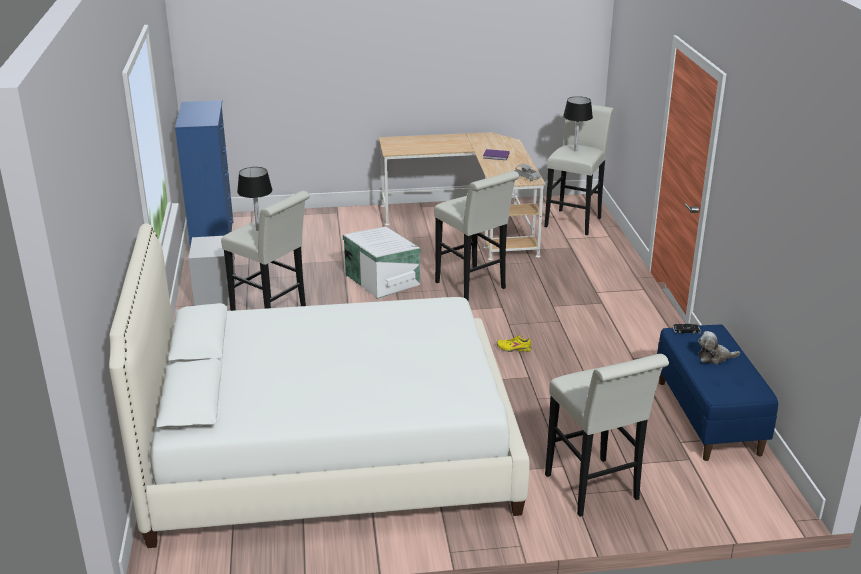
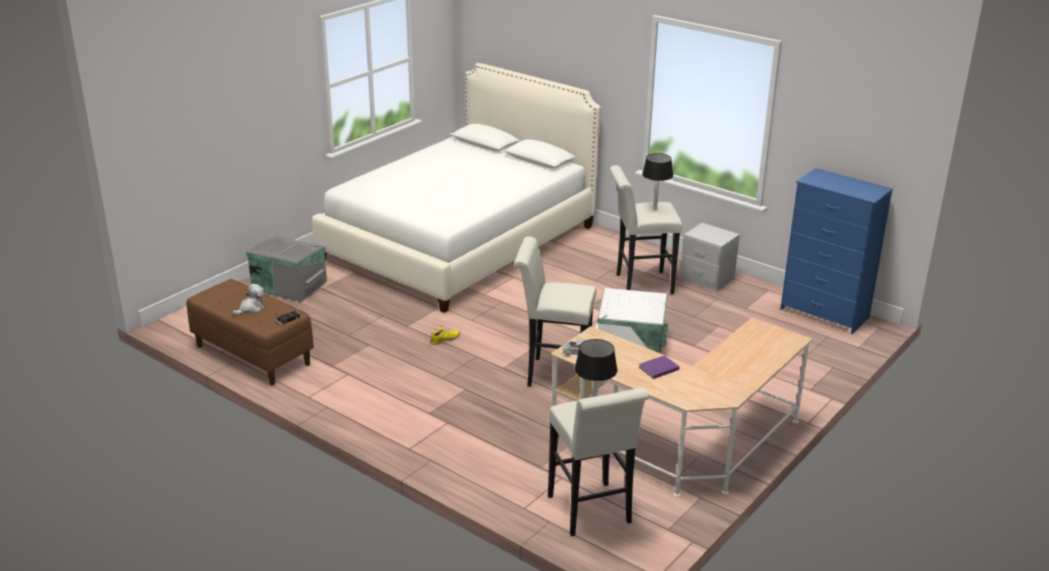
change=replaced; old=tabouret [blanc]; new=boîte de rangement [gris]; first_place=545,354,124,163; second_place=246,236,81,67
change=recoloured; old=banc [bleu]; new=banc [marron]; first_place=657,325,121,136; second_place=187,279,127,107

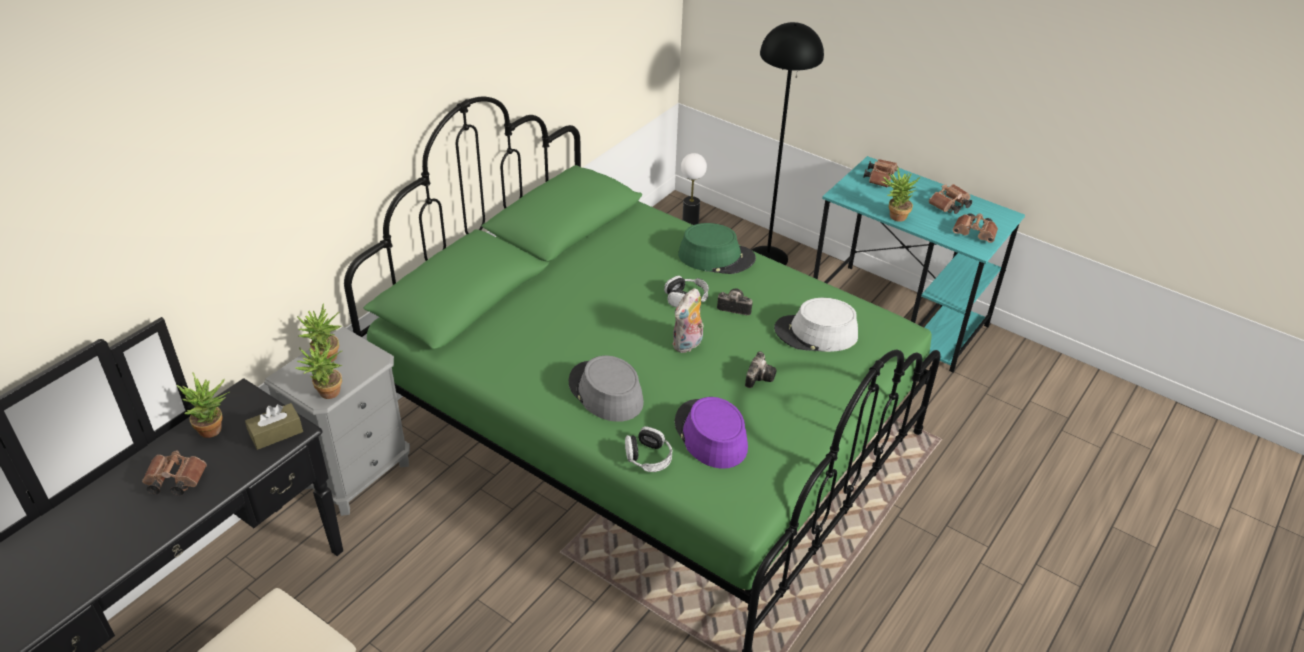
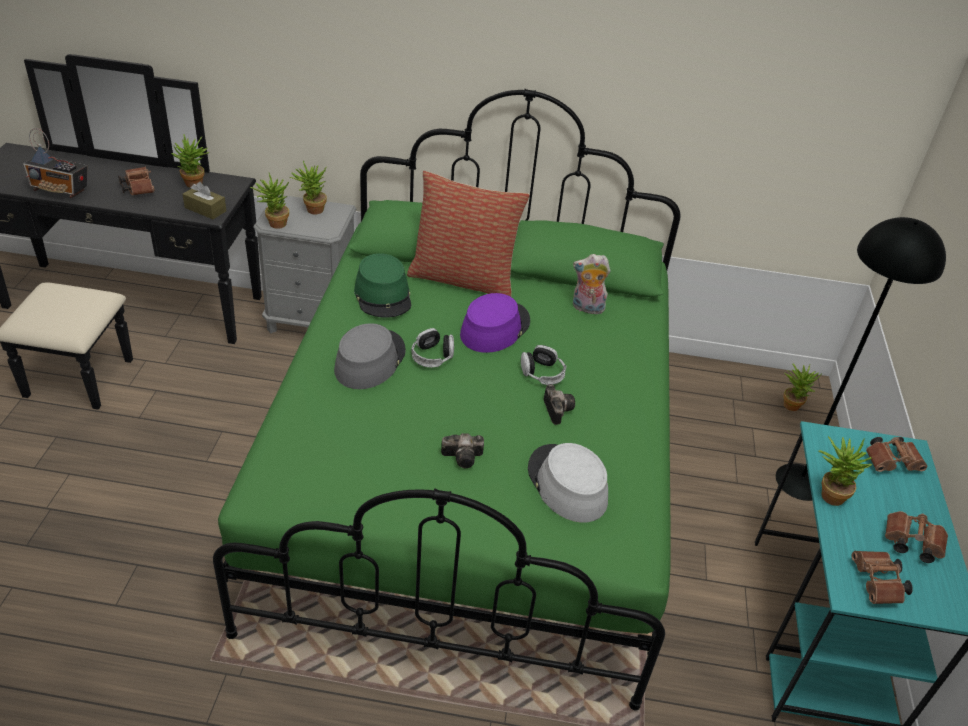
change=moved; old=casque audio; first_place=625,426,47,46; second_place=411,328,43,40
change=moved; old=peluche; first_place=672,288,32,65; second_place=573,254,37,60
change=moved; old=chapeau [violet]; first_place=674,397,74,72; second_place=460,293,70,60
change=moved; old=chapeau [vert]; first_place=678,223,78,51; second_place=354,253,57,65
change=replaced; old=lampe de table; new=plante en pot; first_place=681,153,26,72; second_place=783,363,39,48
change=added; new=radio; second_place=23,128,64,70
change=added; new=coussin; second_place=407,171,123,126

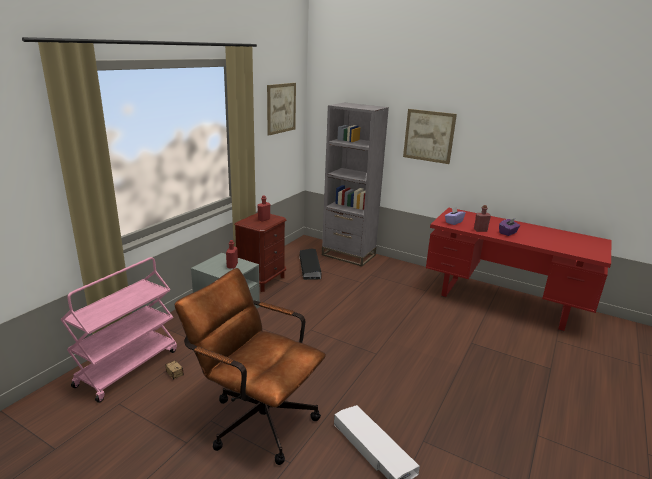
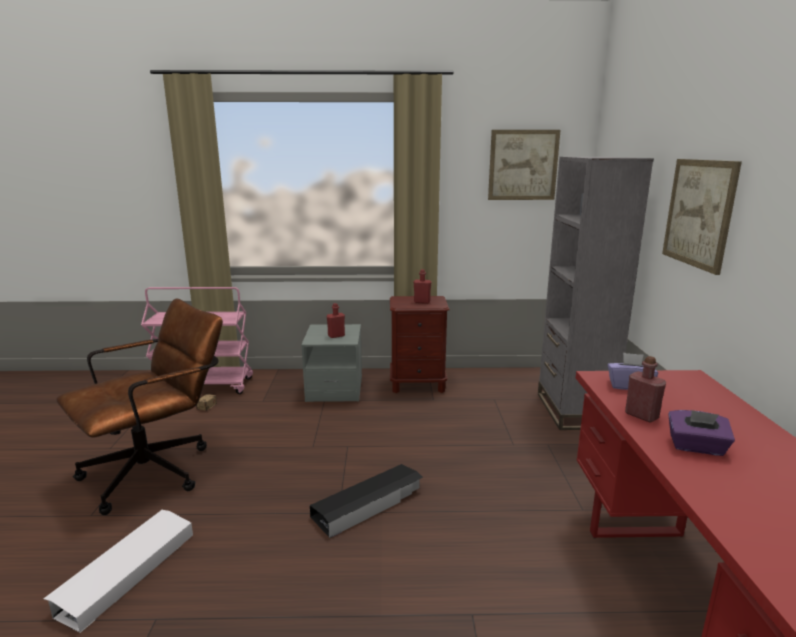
change=turned; old=chaise de bureau [marron]; first_place=175,268,151,197; second_place=56,298,167,217; degrees=45
change=moved; old=boîte de rangement [noir]; first_place=299,249,22,31; second_place=310,464,113,74

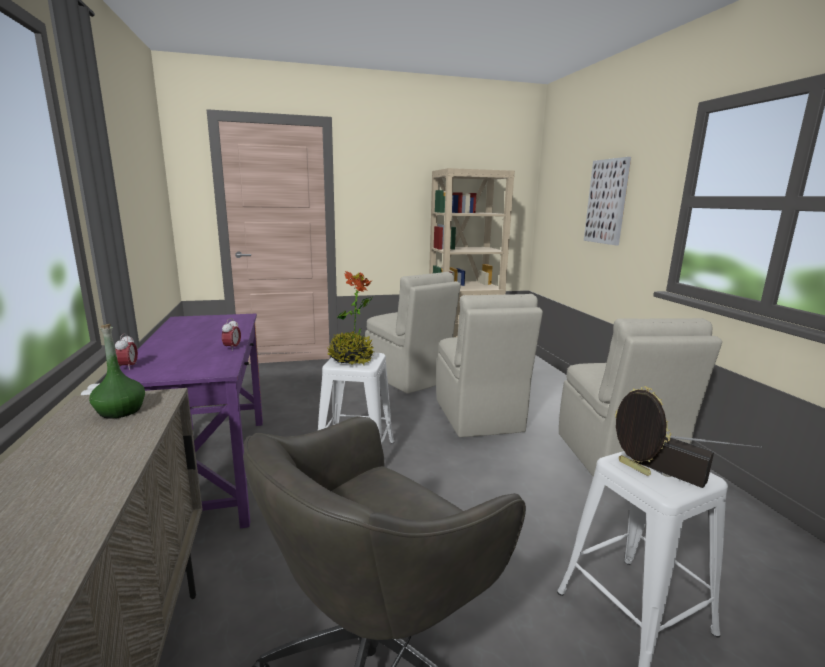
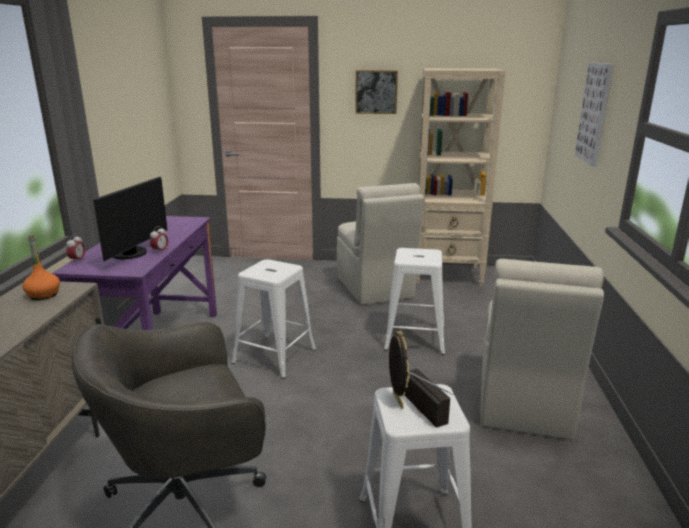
change=recoloured; old=bouteille [vert]; new=bouteille [orange]; first_place=89,324,56,95; second_place=23,235,37,65
change=removed; old=plante en pot; first_place=328,271,46,94
change=replaced; old=chaise [beige]; new=tabouret [blanc]; first_place=436,294,107,143; second_place=384,248,61,107
change=added; new=écran d'ordinateur; second_place=93,177,75,84
change=added; new=tableau; second_place=355,70,43,44

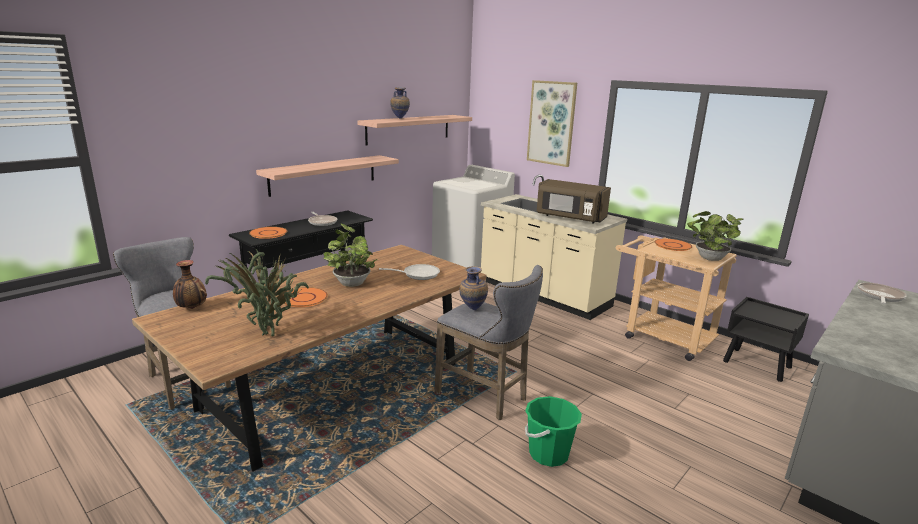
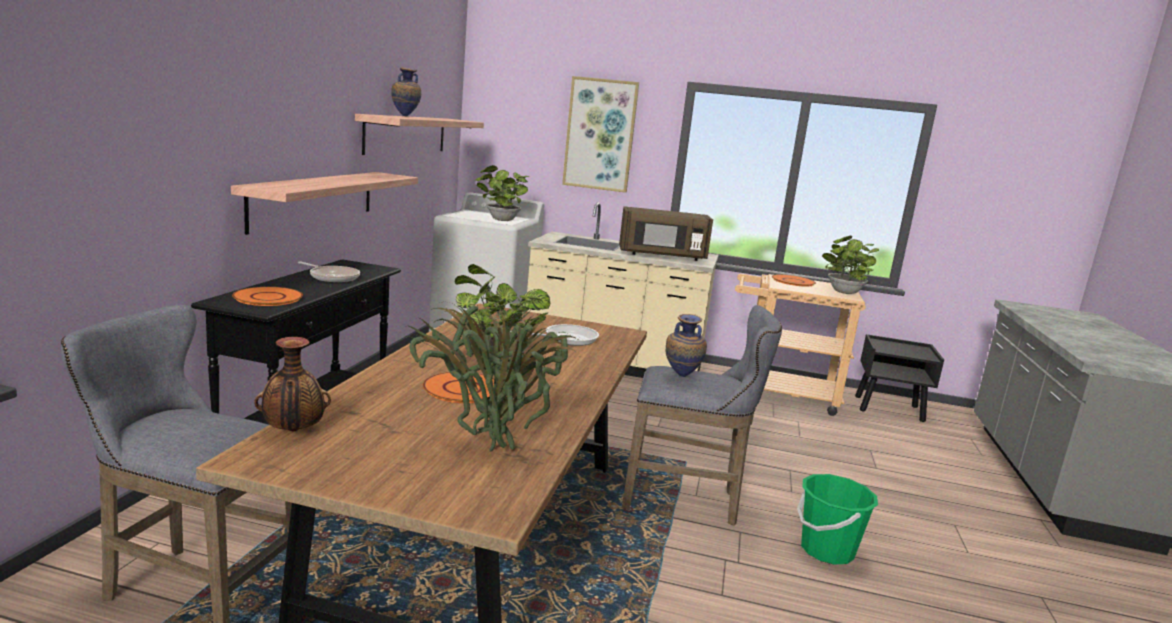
change=removed; old=poêle; first_place=857,283,50,21
change=added; new=plante en pot; second_place=476,165,53,56

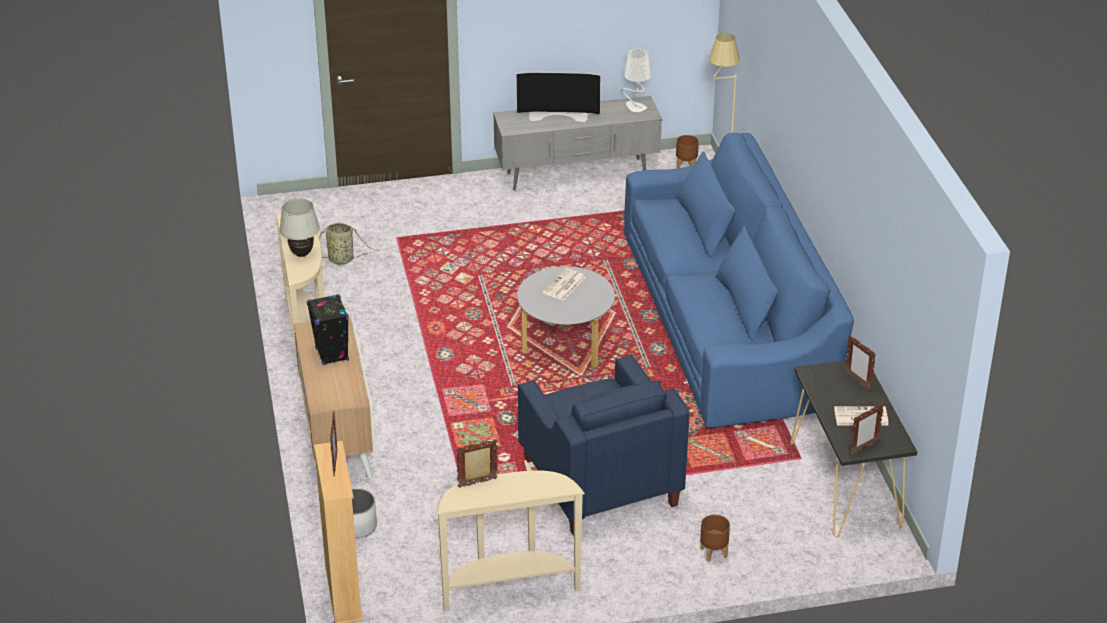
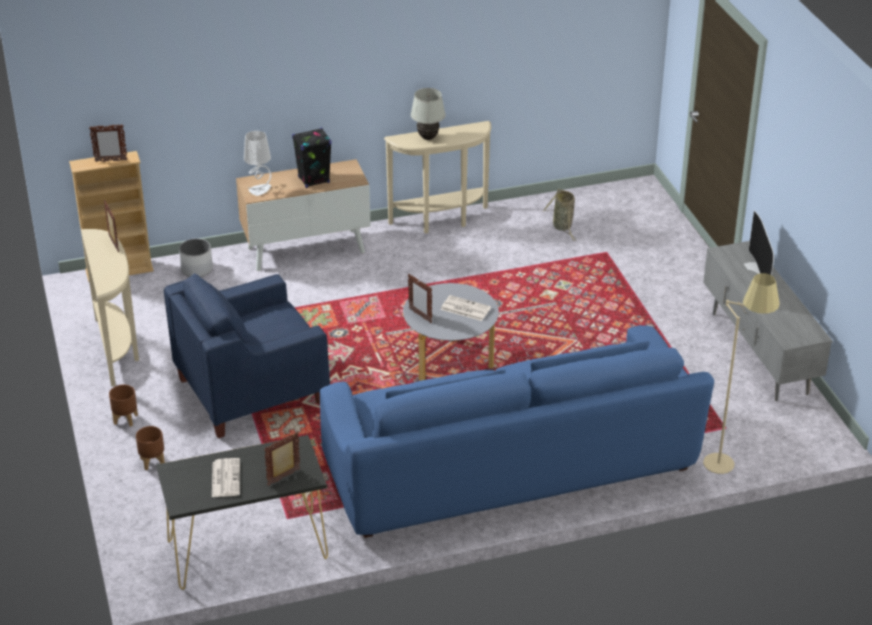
change=moved; old=lampe de table [blanc]; first_place=621,49,30,63; second_place=244,131,27,65
change=moved; old=cache-pot [marron]; first_place=676,135,23,33; second_place=109,385,29,42
change=moved; old=cadre photo; first_place=850,402,34,54; second_place=408,274,24,49

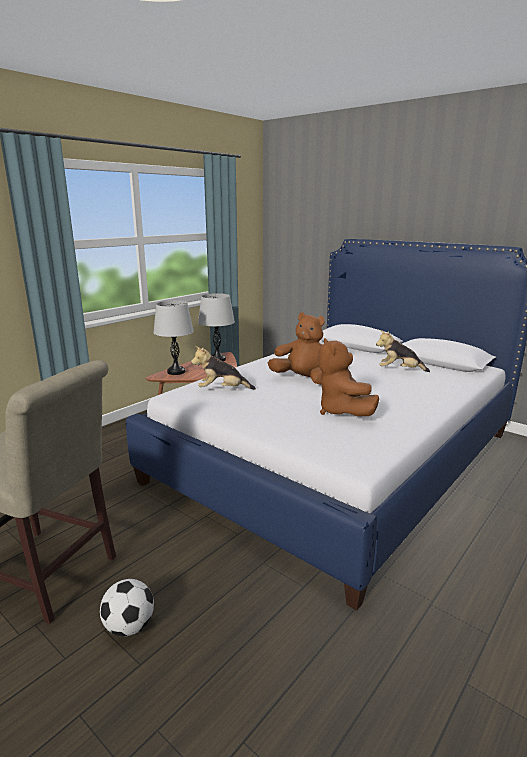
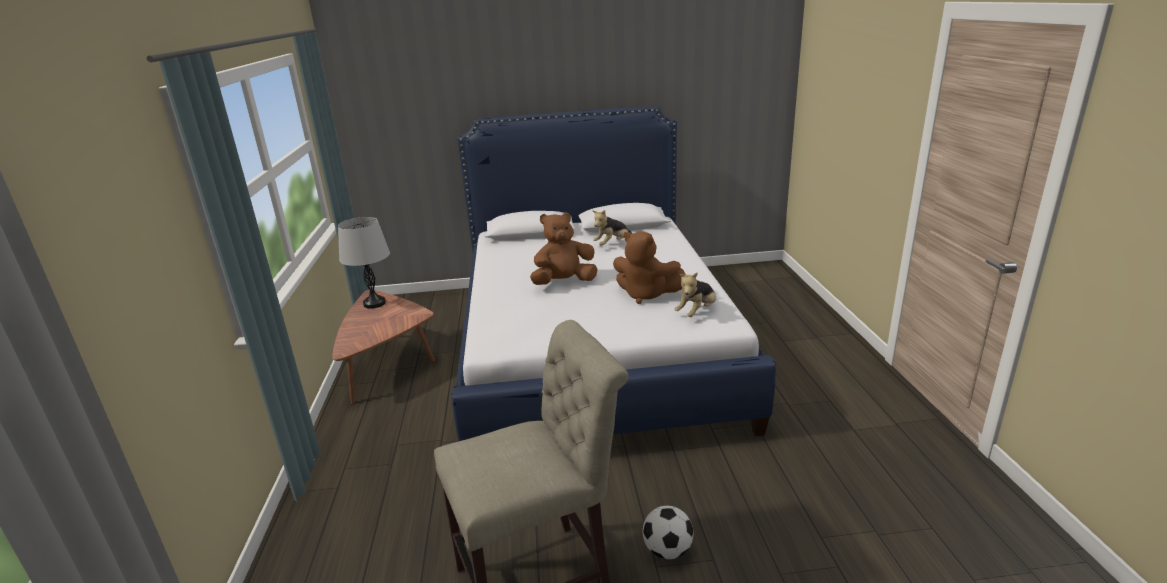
change=removed; old=lampe de table [gris]; first_place=153,301,41,74
change=moved; old=peluche; first_place=191,346,65,44; second_place=674,273,42,44

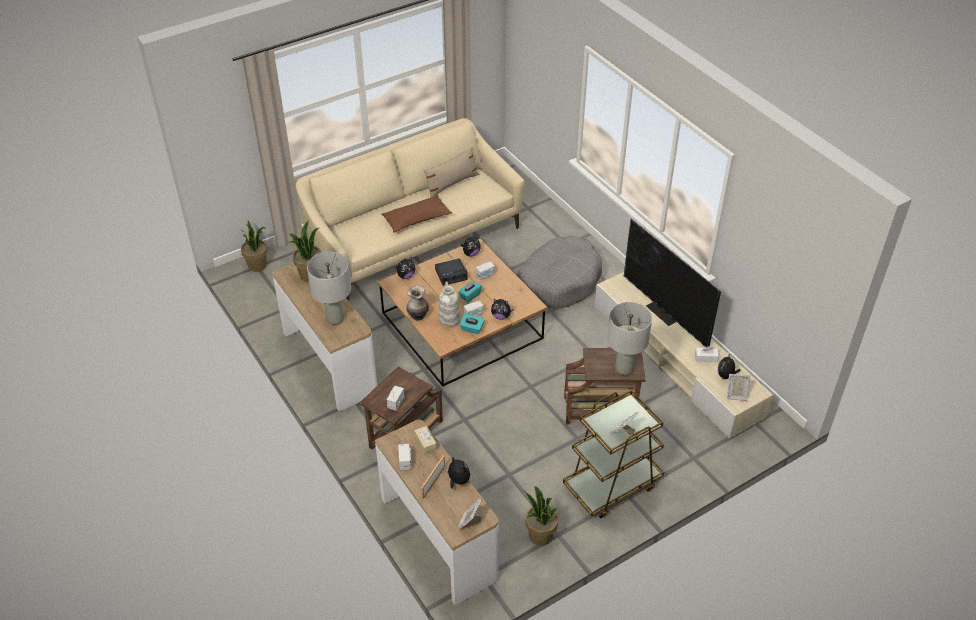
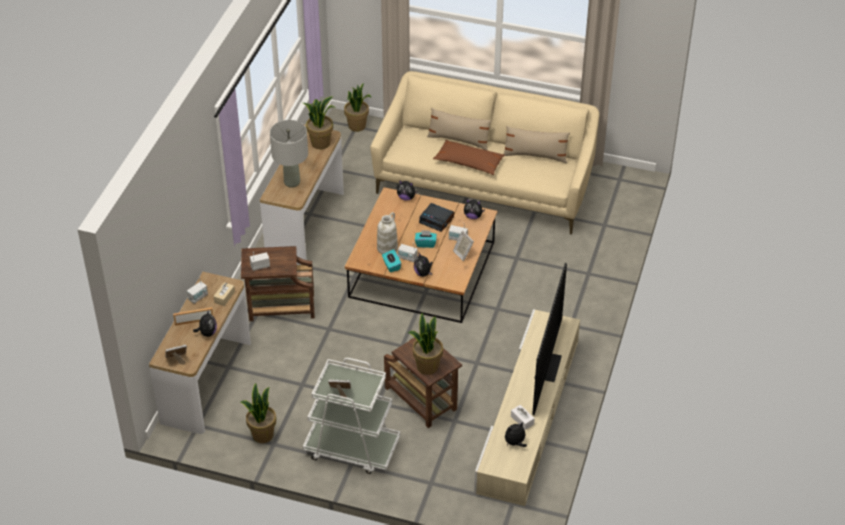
change=removed; old=vase; first_place=406,285,23,36
change=removed; old=panier pour chien [gris]; first_place=517,236,85,72
change=recoloured; old=chariot [marron]; new=chariot [blanc]; first_place=563,390,101,128; second_place=303,358,97,116
change=replaced; old=lampe de table [gris]; new=plante en pot; first_place=607,302,45,73; second_place=408,313,35,62
change=moved; old=cadre photo; first_place=727,374,23,27; second_place=453,230,21,31
change=added; new=coussin [beige]; second_place=427,108,65,43

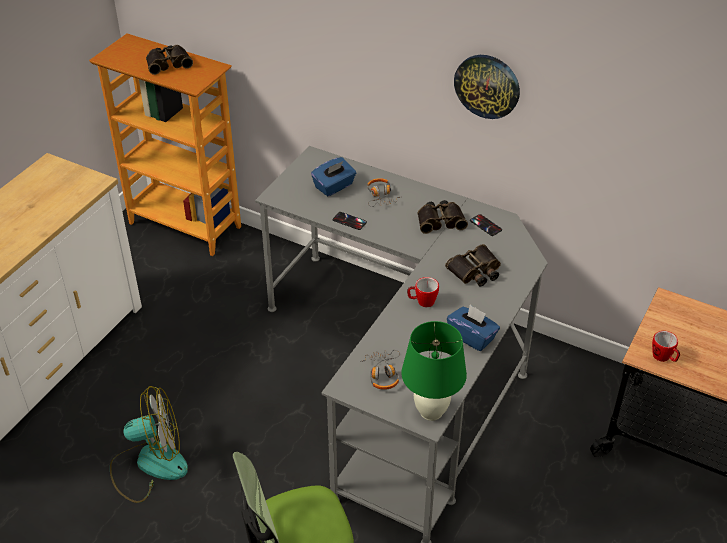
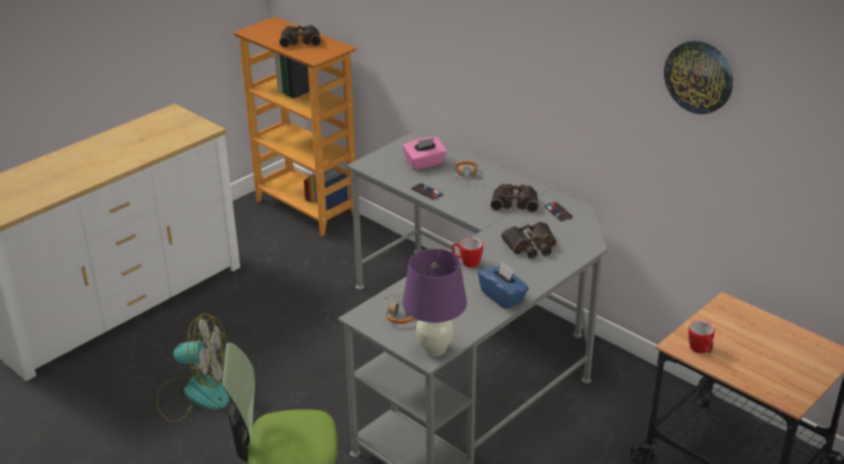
change=recoloured; old=boîte à mouchoirs [bleu]; new=boîte à mouchoirs [rose]; first_place=311,157,45,40; second_place=403,137,44,33
change=recoloured; old=lampe de table [vert]; new=lampe de table [violet]; first_place=401,321,66,100; second_place=402,249,65,107
change=moved; old=horloge murale; first_place=454,55,66,64; second_place=664,41,69,73

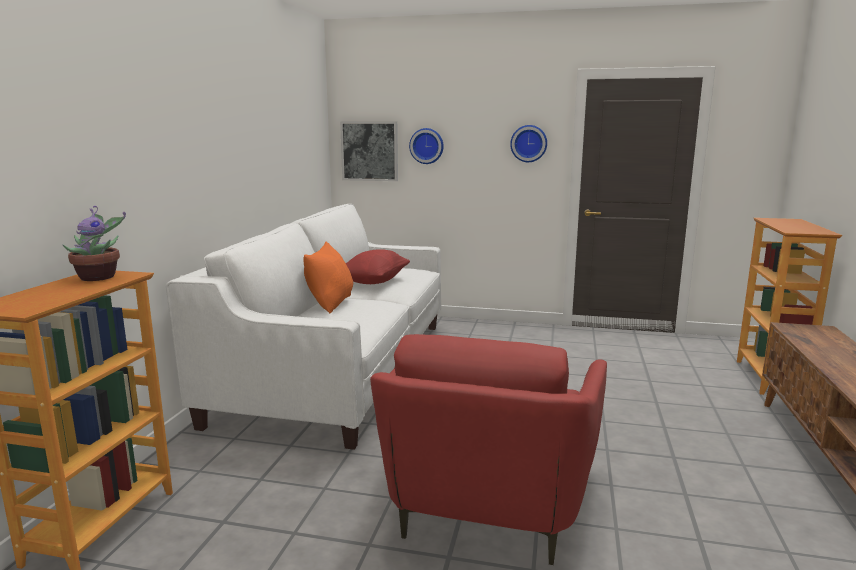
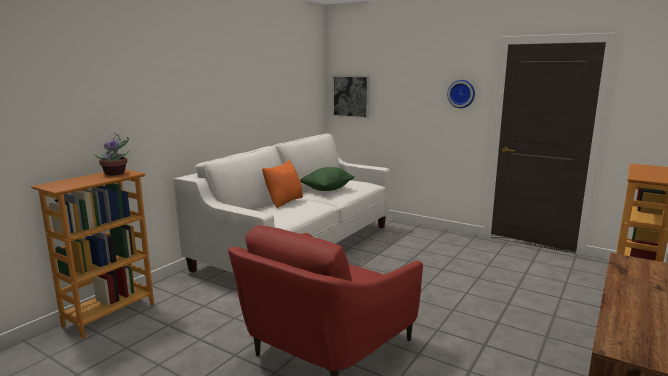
change=recoloured; old=coussin [rouge]; new=coussin [vert]; first_place=346,249,64,35; second_place=300,167,54,24
change=removed; old=horloge murale; first_place=409,128,35,36

